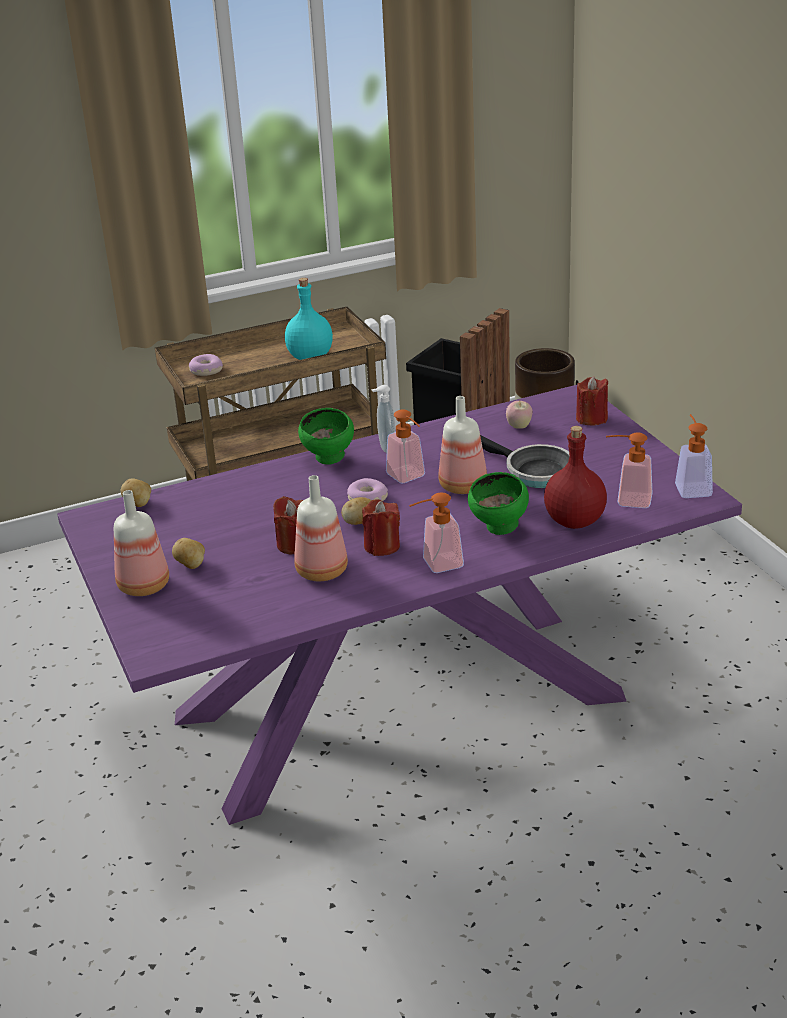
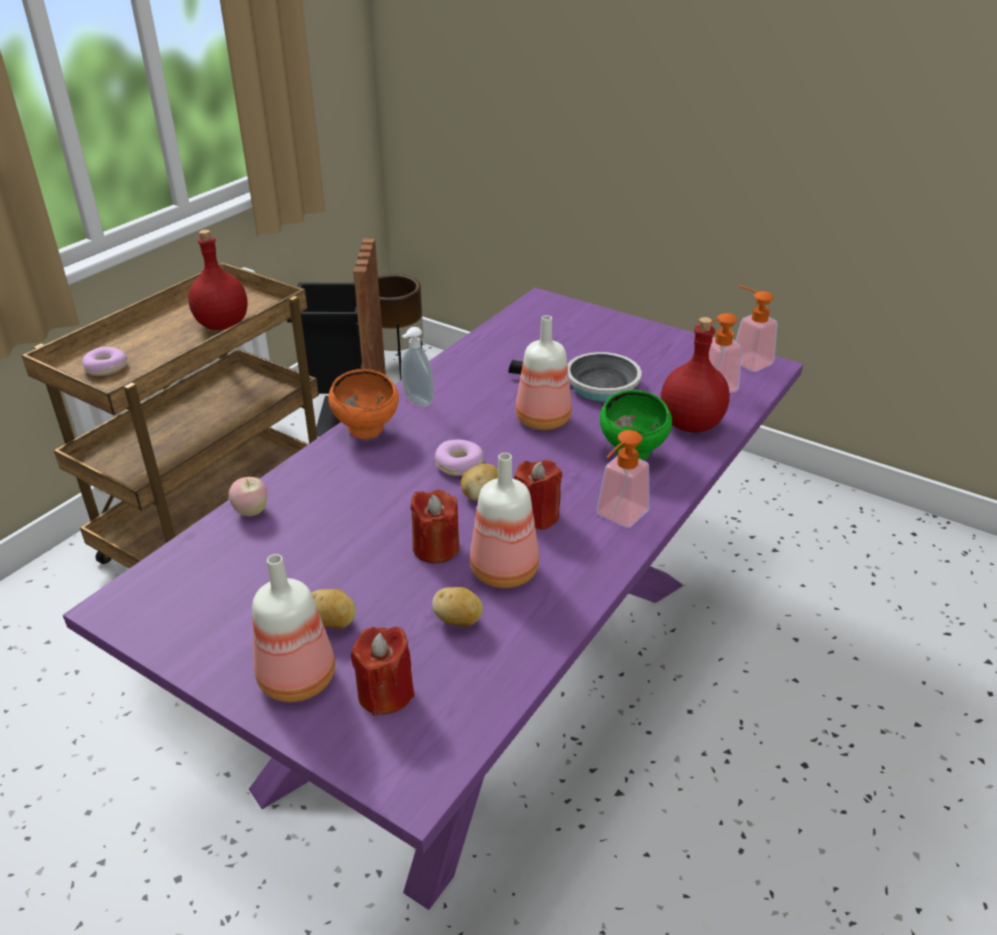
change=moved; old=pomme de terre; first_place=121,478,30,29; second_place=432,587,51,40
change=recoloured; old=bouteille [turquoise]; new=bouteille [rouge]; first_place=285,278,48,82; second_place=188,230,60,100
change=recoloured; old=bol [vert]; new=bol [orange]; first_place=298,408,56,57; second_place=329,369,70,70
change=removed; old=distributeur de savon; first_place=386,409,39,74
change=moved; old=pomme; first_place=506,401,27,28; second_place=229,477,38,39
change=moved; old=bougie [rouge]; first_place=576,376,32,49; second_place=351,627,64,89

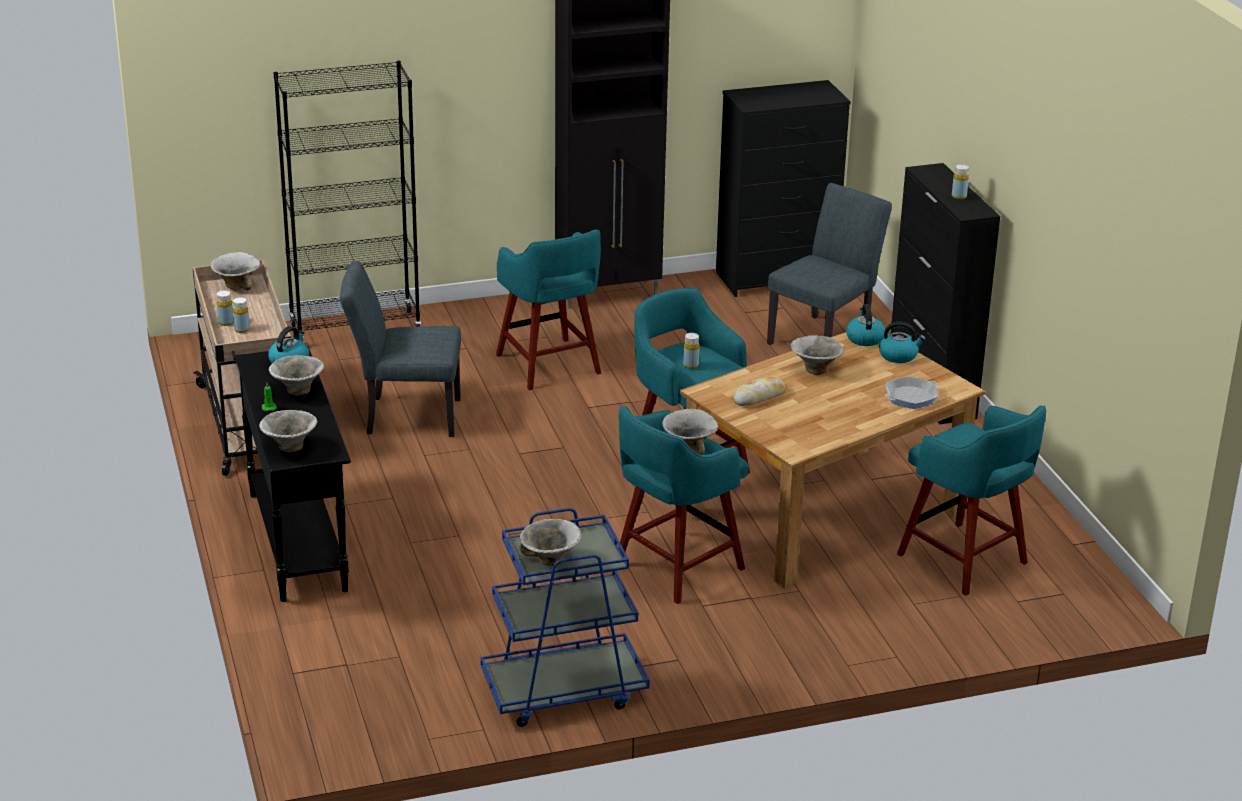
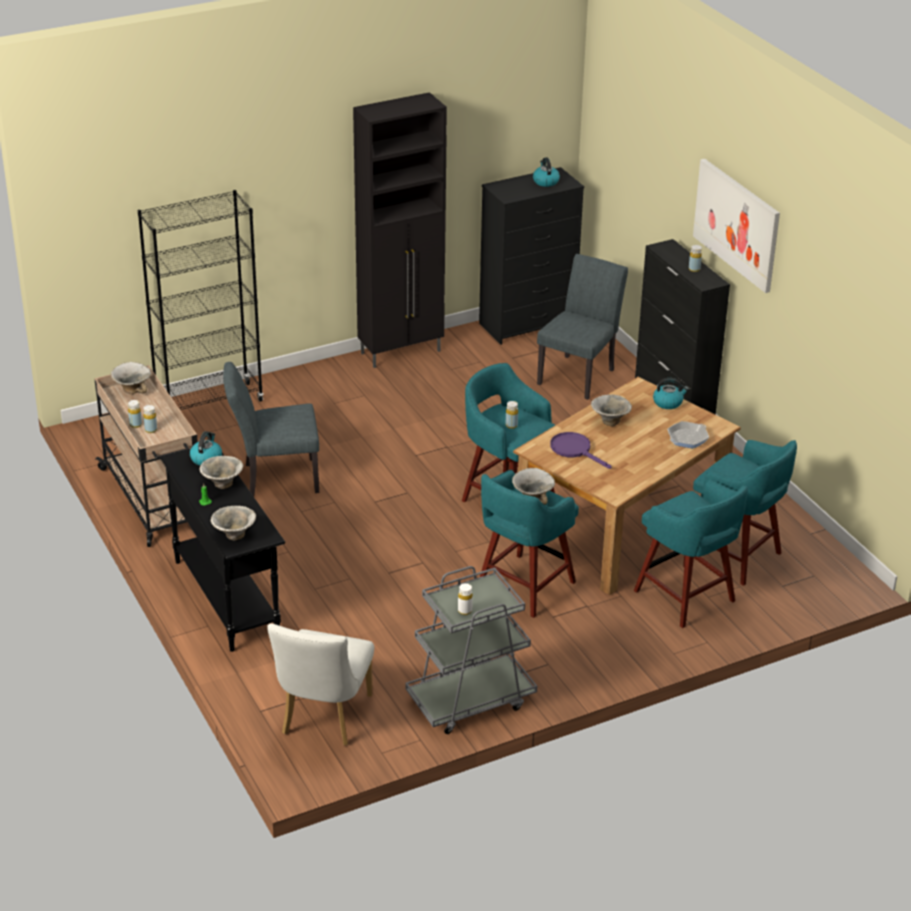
change=recoloured; old=chariot [bleu]; new=chariot [gris]; first_place=480,508,170,219; second_place=405,566,132,168
change=moved; old=tabouret [turquoise]; first_place=496,229,105,161; second_place=634,480,114,148
change=replaced; old=bol; new=bouteille [blanc]; first_place=519,519,62,47; second_place=458,583,15,32
change=replaced; old=pain; new=poêle [violet]; first_place=733,377,53,29; second_place=550,432,61,37
change=moved; old=bouilloire; first_place=846,304,39,42; second_place=533,157,27,30
change=added; new=chaise [blanc]; second_place=267,624,107,122
change=added; new=tableau; second_place=693,159,87,134

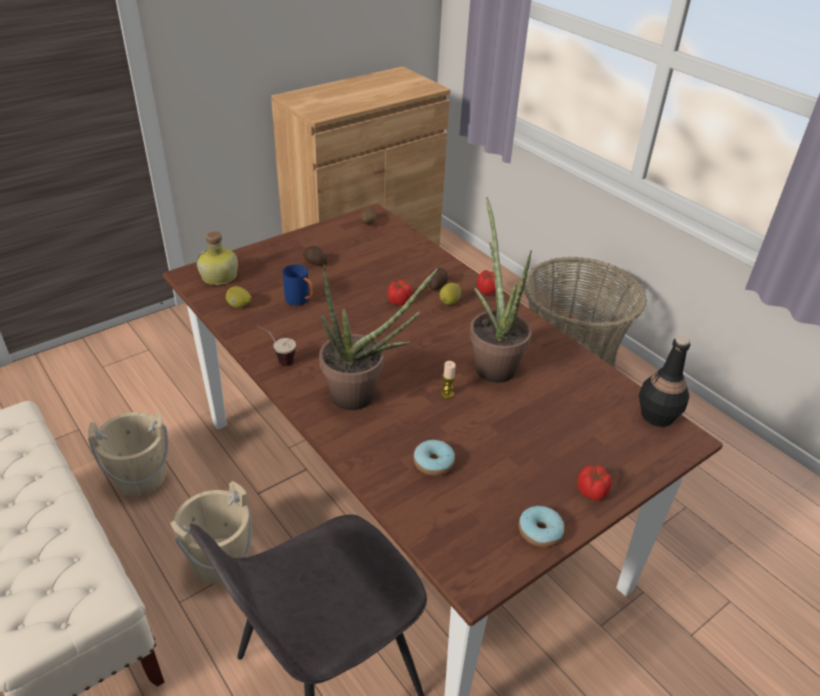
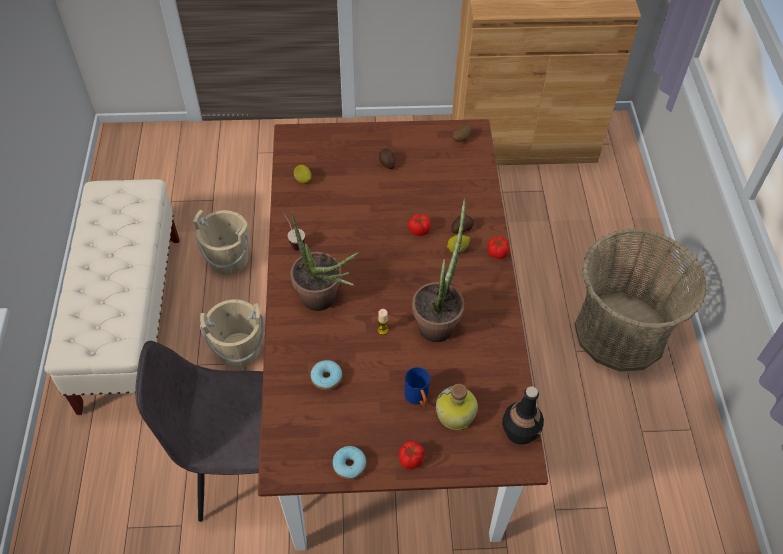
change=moved; old=bouteille; first_place=196,231,42,54; second_place=436,384,42,46
change=moved; old=mug [bleu]; first_place=282,264,32,42; second_place=405,367,25,40

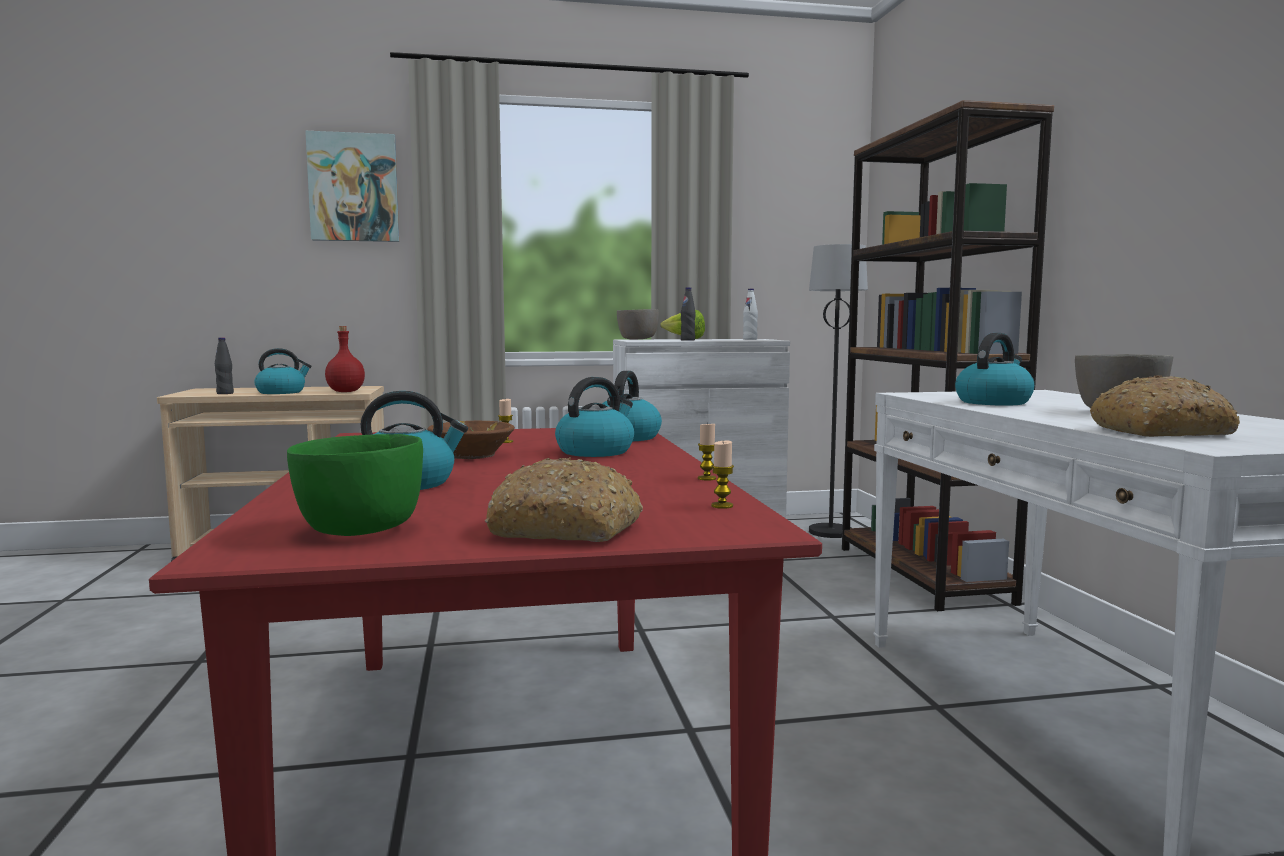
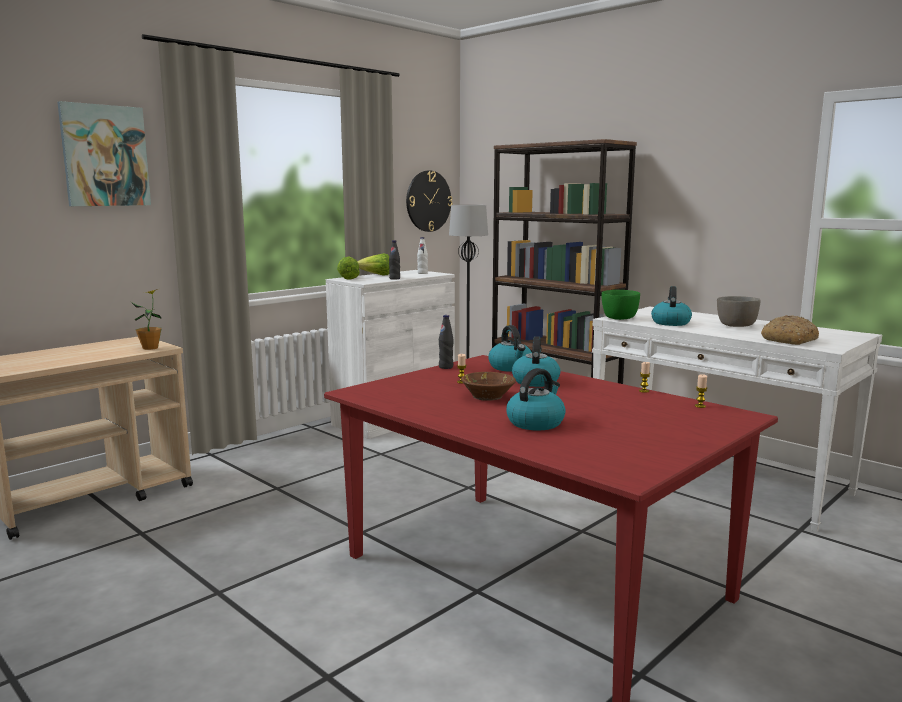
change=moved; old=bouteille [noir]; first_place=215,337,19,57; second_place=439,315,15,54
change=removed; old=bouilloire; first_place=254,348,57,46
change=moved; old=bol [vert]; first_place=287,434,136,102; second_place=602,290,38,30
change=replaced; old=bouteille [rouge]; new=plante en pot; first_place=325,326,40,66; second_place=131,289,31,61
change=removed; old=pain; first_place=484,457,159,85
change=replaced; old=bol [gris]; new=laitue; first_place=617,309,42,31; second_place=337,257,23,23
change=added; new=horloge murale; second_place=406,171,46,61

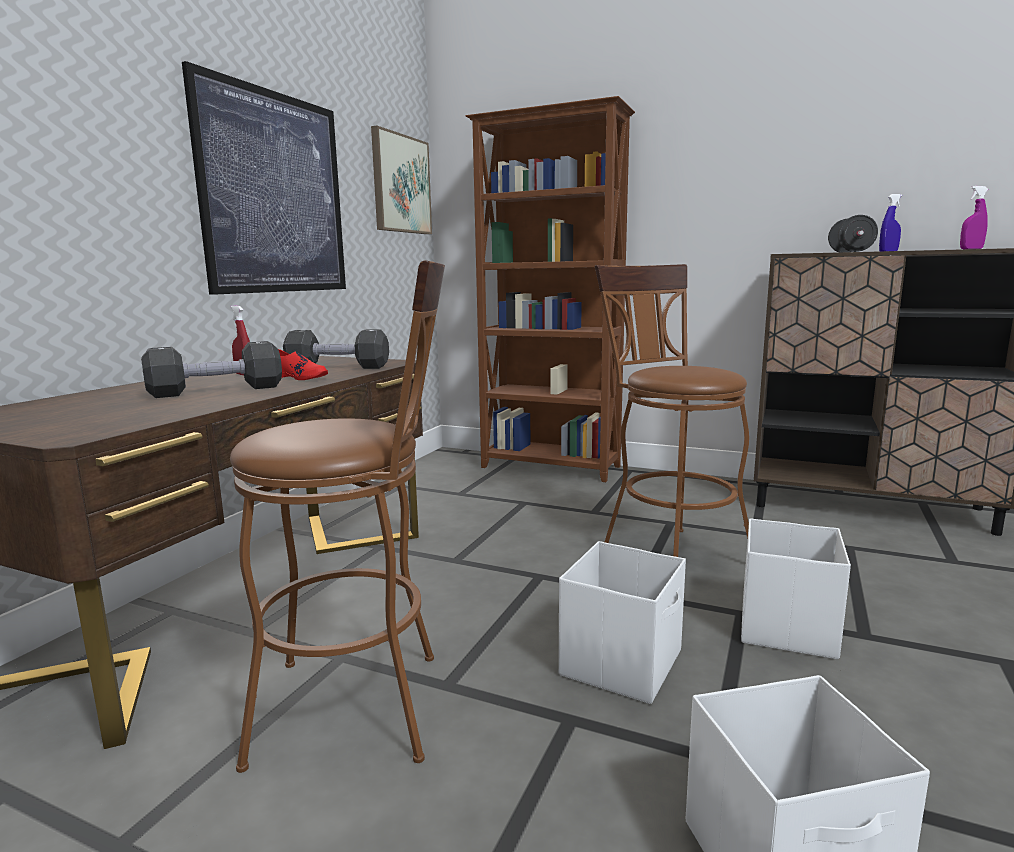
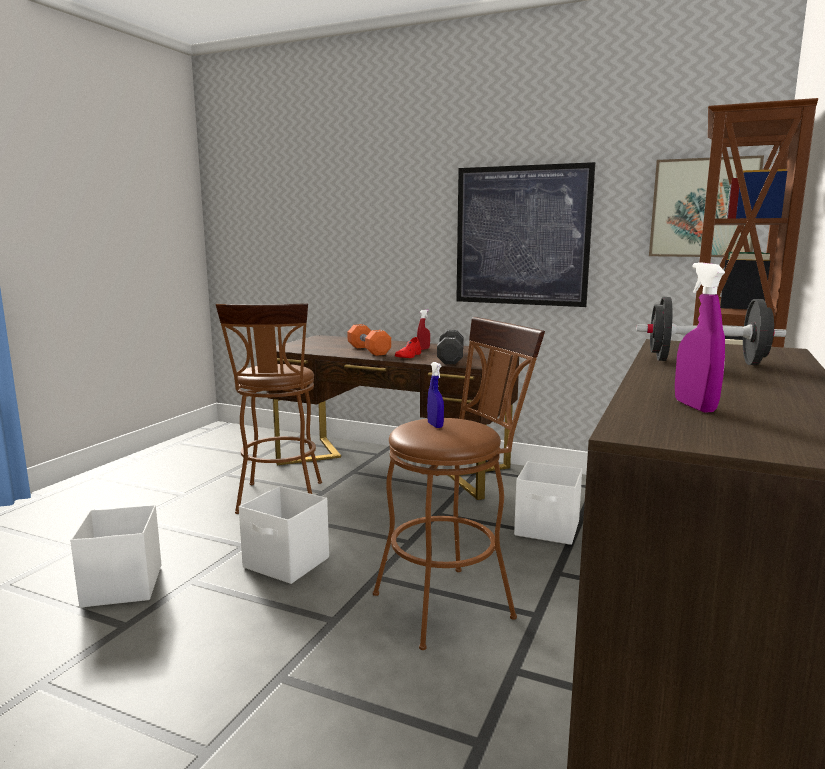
change=recoloured; old=haltère [noir]; new=haltère [orange]; first_place=141,341,141,57; second_place=347,324,44,32
change=moved; old=boîte de rangement [blanc]; first_place=741,518,110,141; second_place=514,462,68,83
change=moved; old=vaporisateur [bleu]; first_place=879,194,23,57; second_place=427,362,17,66

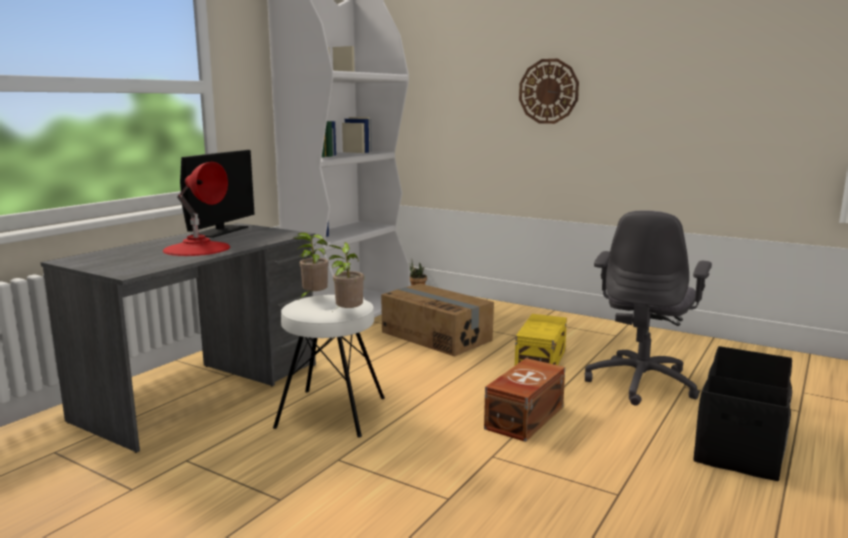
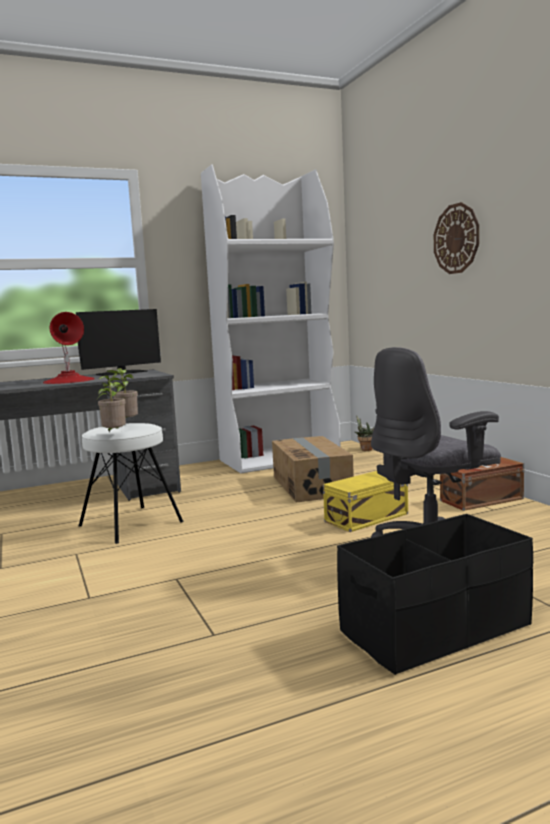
change=moved; old=boîte de rangement [marron]; first_place=484,358,81,84; second_place=440,457,84,54

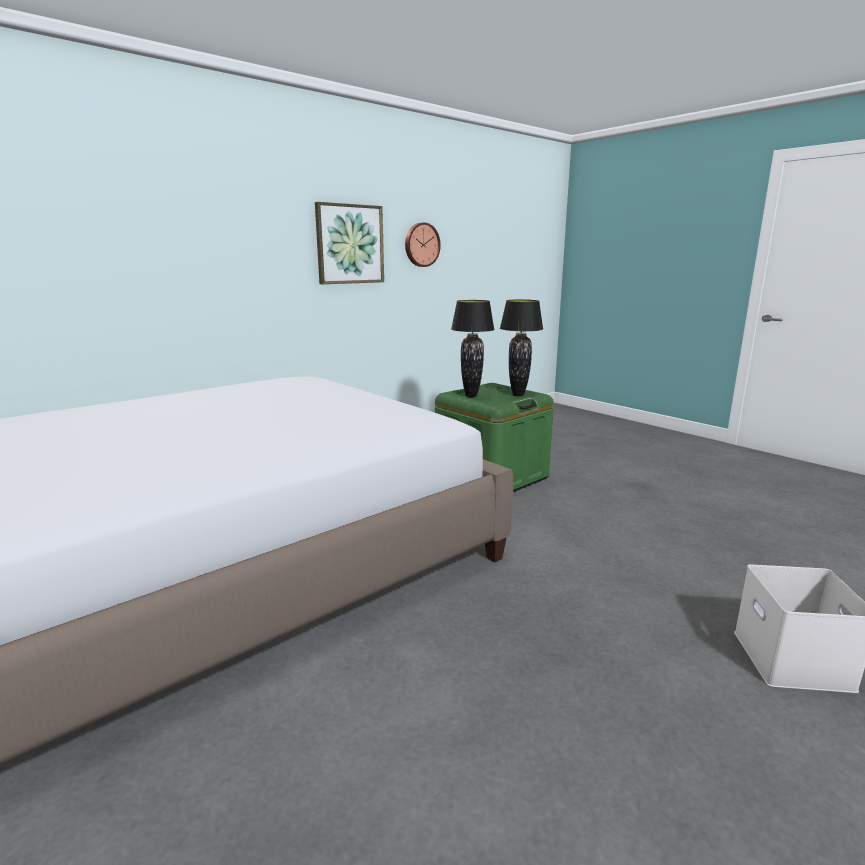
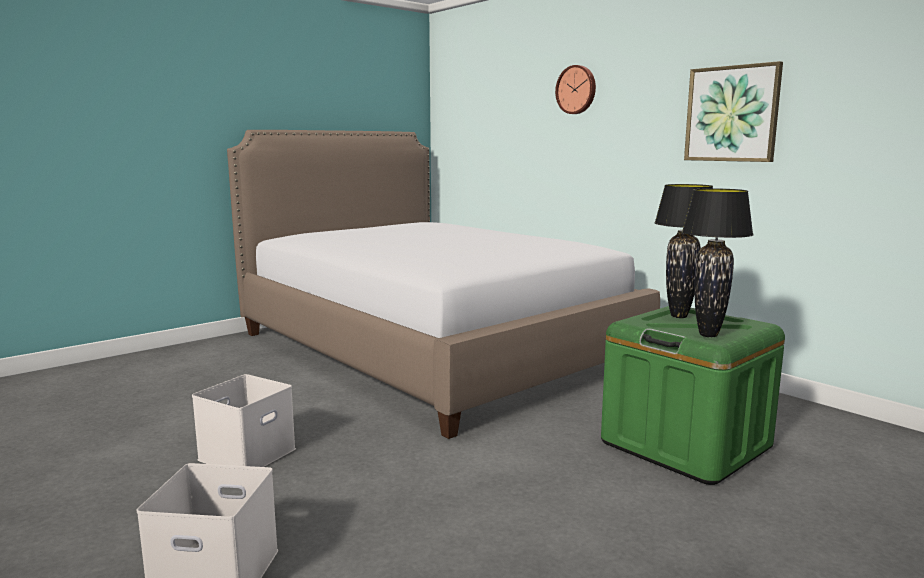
change=moved; old=horloge murale; first_place=405,223,36,44; second_place=555,65,41,49
change=added; new=boîte de rangement [blanc]; second_place=192,374,104,93

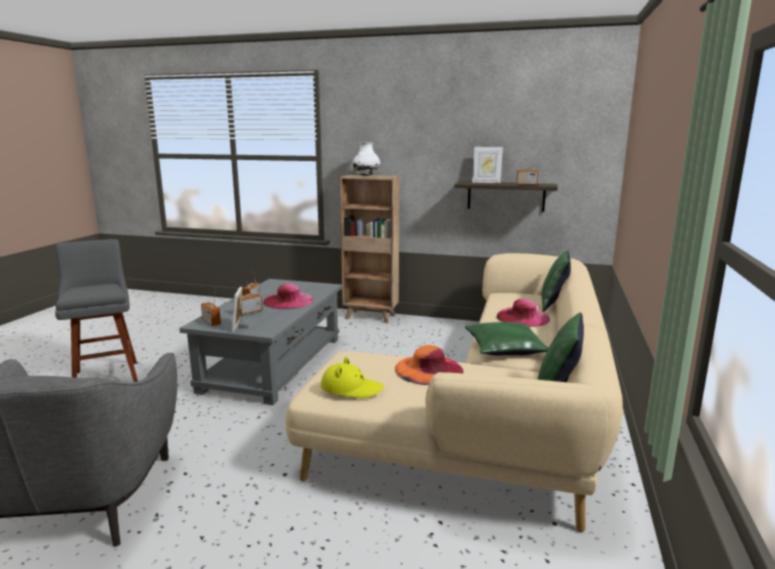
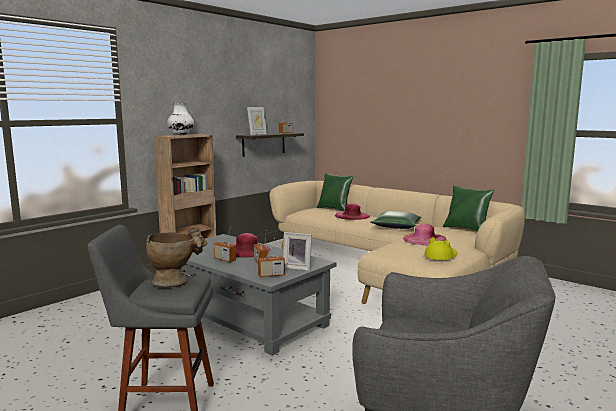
change=recoloured; old=chapeau [orange]; new=chapeau [rose]; first_place=395,345,68,40; second_place=403,224,43,21
change=added; new=vase [beige]; second_place=146,227,62,60

